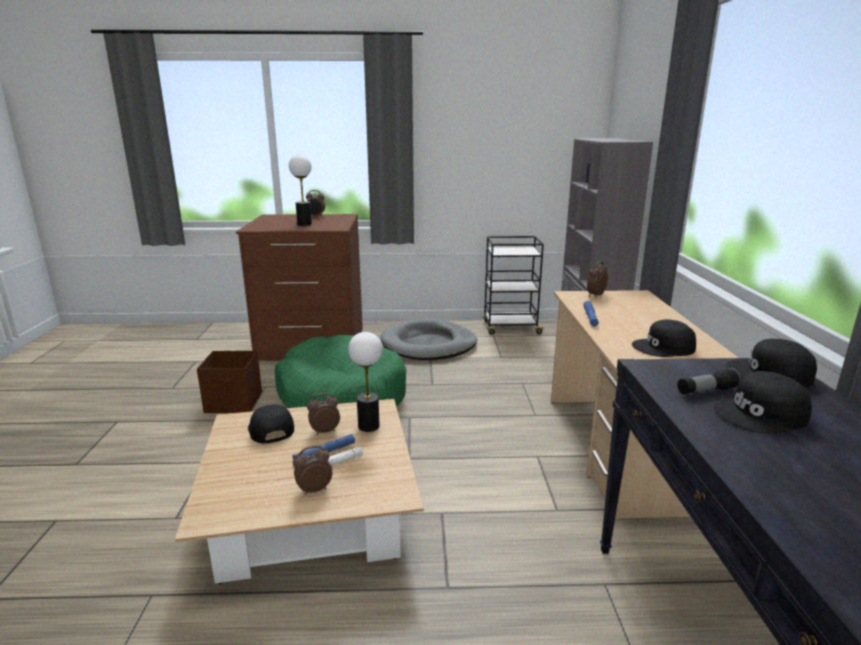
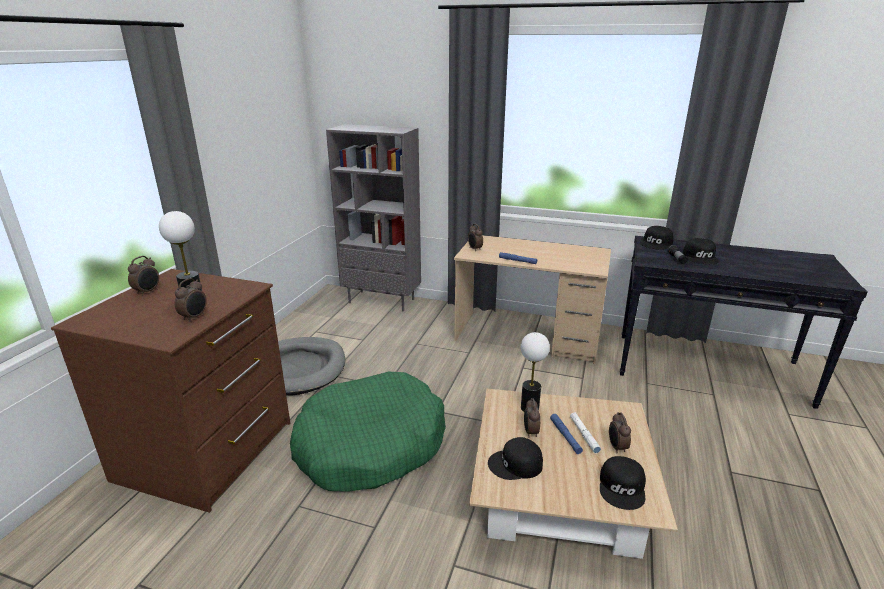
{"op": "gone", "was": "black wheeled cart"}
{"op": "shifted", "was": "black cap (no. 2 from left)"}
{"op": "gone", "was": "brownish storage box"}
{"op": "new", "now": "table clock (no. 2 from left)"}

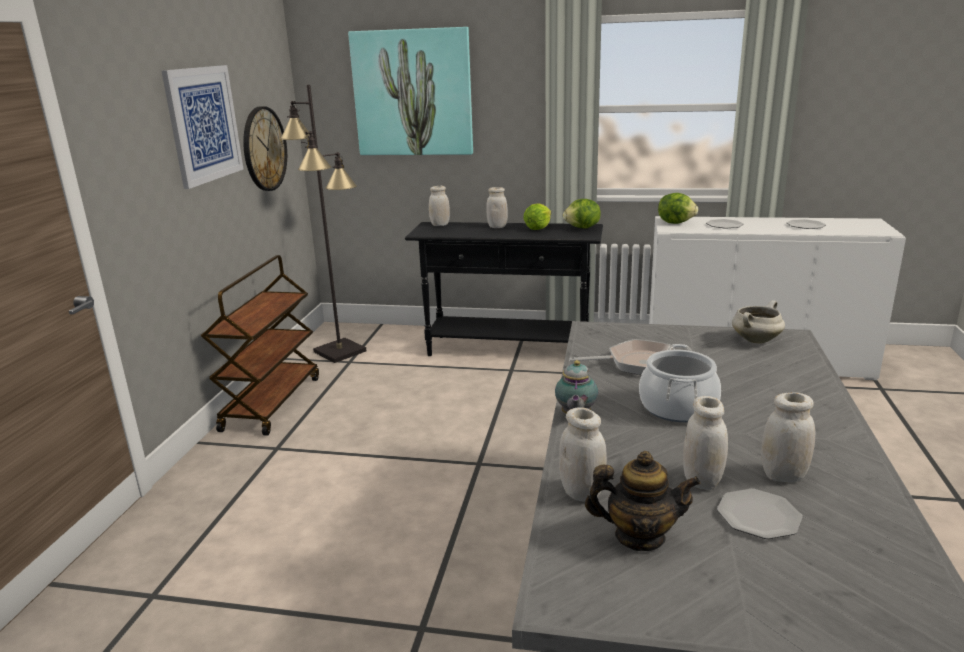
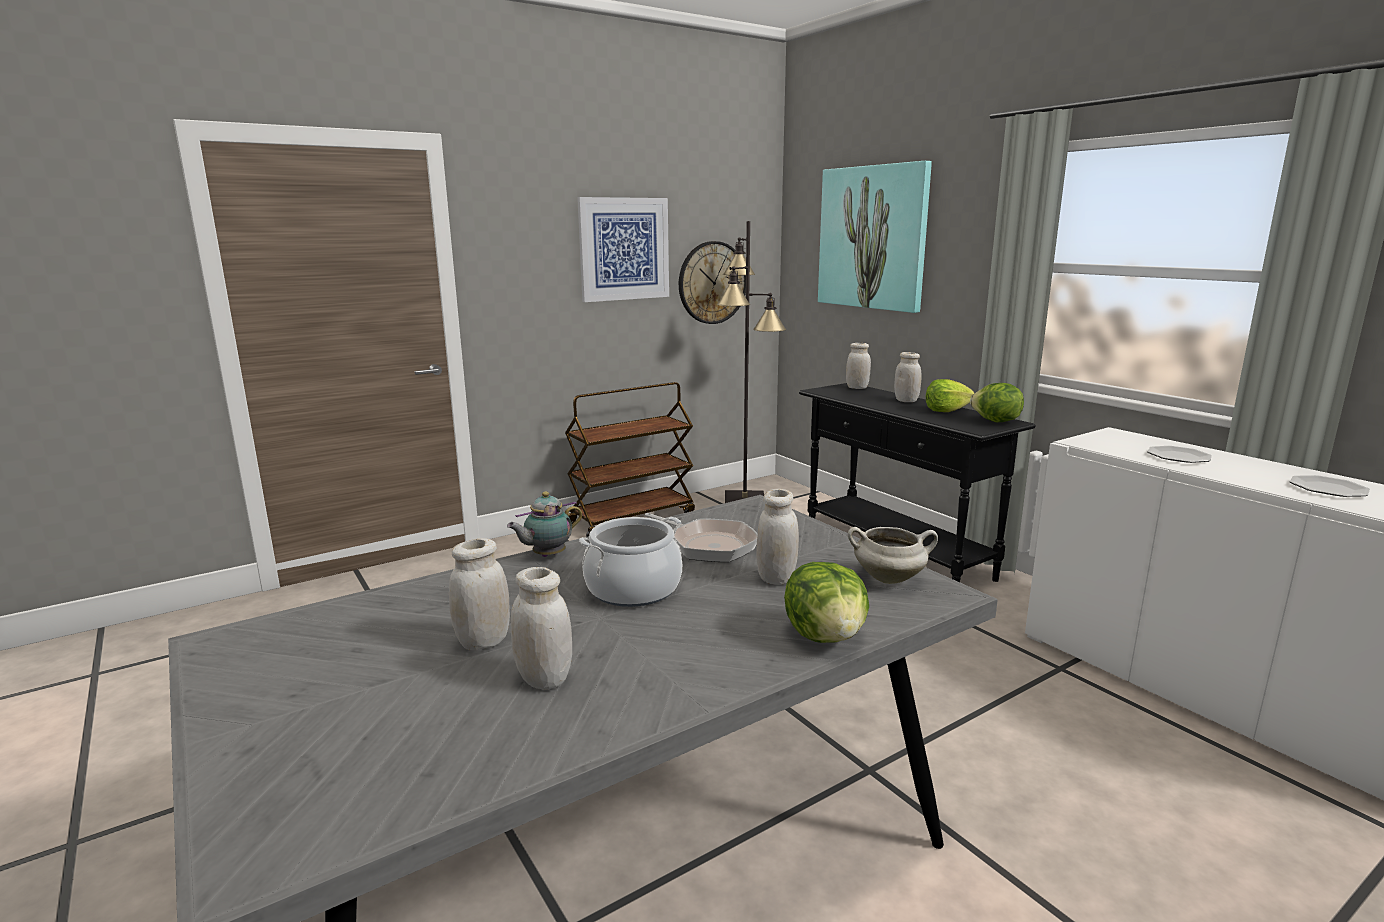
{"op": "shifted", "was": "lettuce (no. 3 from left in the first image)", "now": "lettuce (no. 1 from left)"}
{"op": "shifted", "was": "white-coloured jar (no. 3 from left)"}
{"op": "gone", "was": "tea pot (no. 2 from left)"}
{"op": "gone", "was": "plate (no. 2 from left)"}

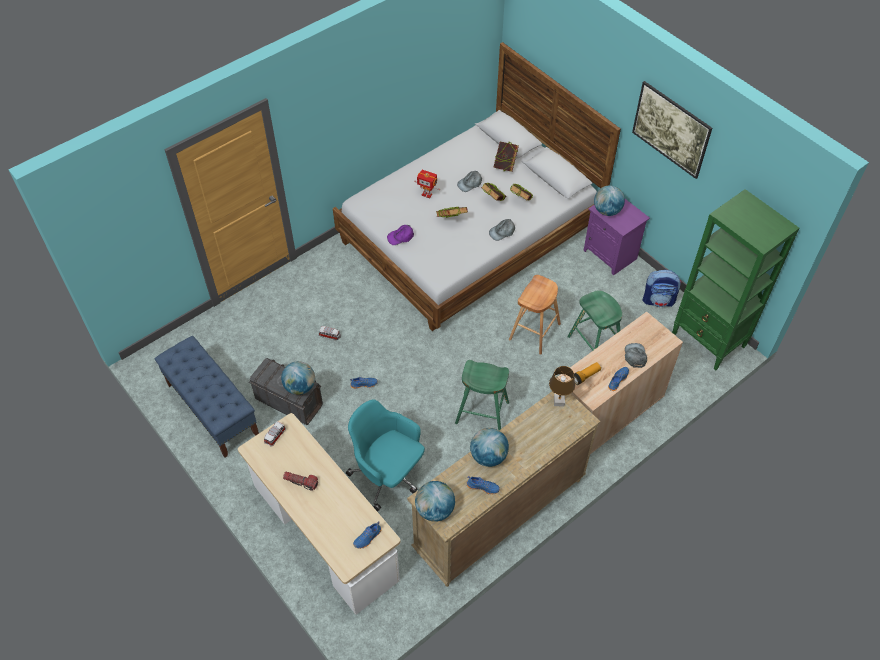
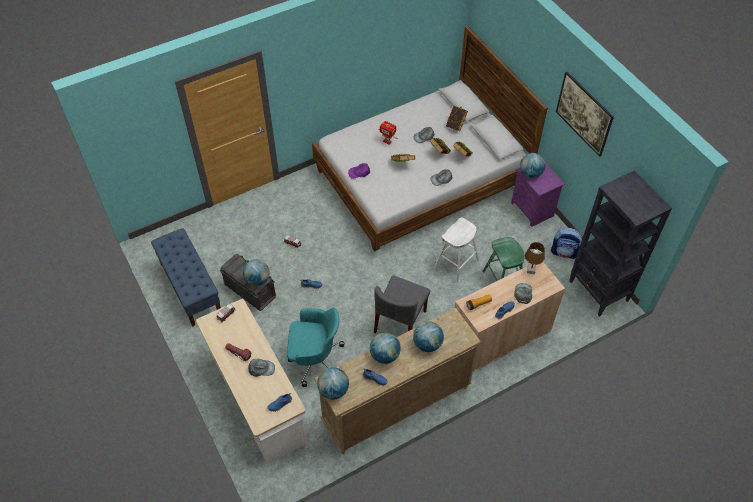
{"op": "repainted", "was": "greenish bookcase", "now": "black bookcase"}
{"op": "repainted", "was": "brownish stool", "now": "white-coloured stool"}
{"op": "swapped", "was": "greenish stool (no. 1 from left)", "now": "gray upright chair"}
{"op": "shifted", "was": "brownish lamp for a table"}
{"op": "rotated", "was": "blue-green desk chair", "clockwise": 135}
{"op": "new", "now": "desk globe (no. 4 from left)"}
{"op": "new", "now": "gray cap (no. 1 from left)"}

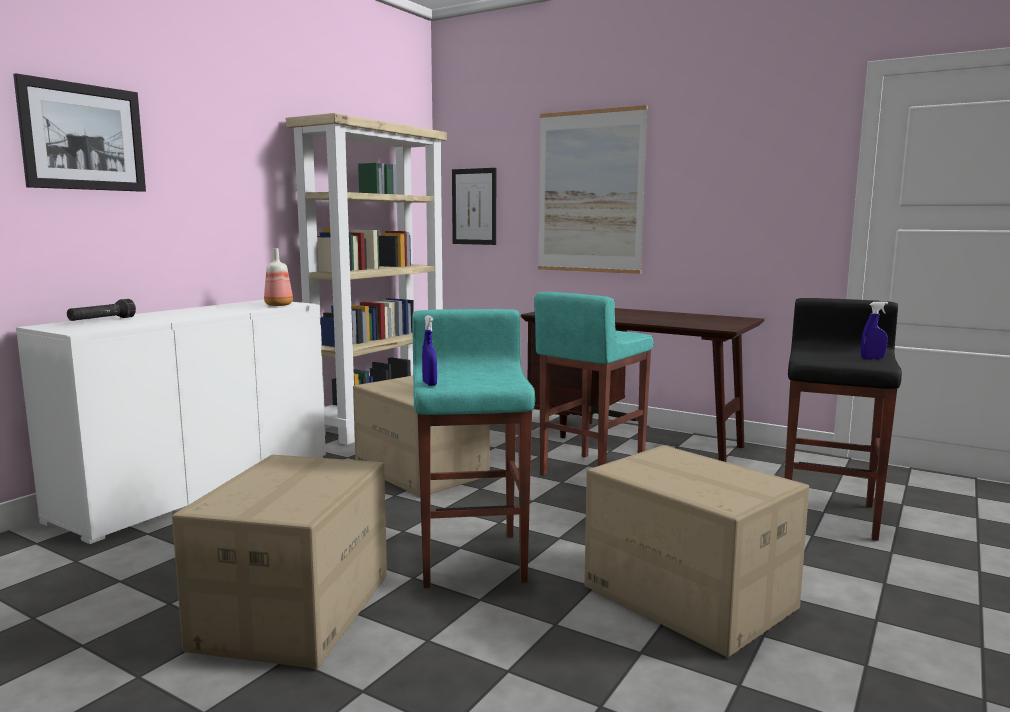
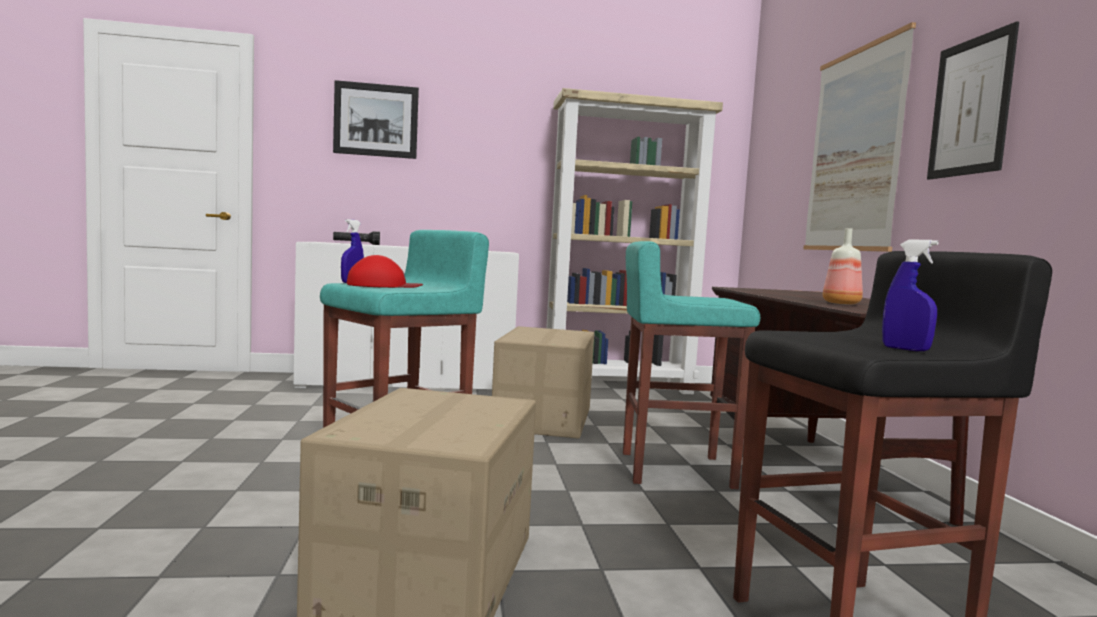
{"op": "shifted", "was": "wall picture (no. 2 from left in the first image)", "now": "wall picture (no. 3 from left)"}
{"op": "shifted", "was": "bottle"}
{"op": "gone", "was": "packing box (no. 1 from left)"}
{"op": "new", "now": "red cap"}

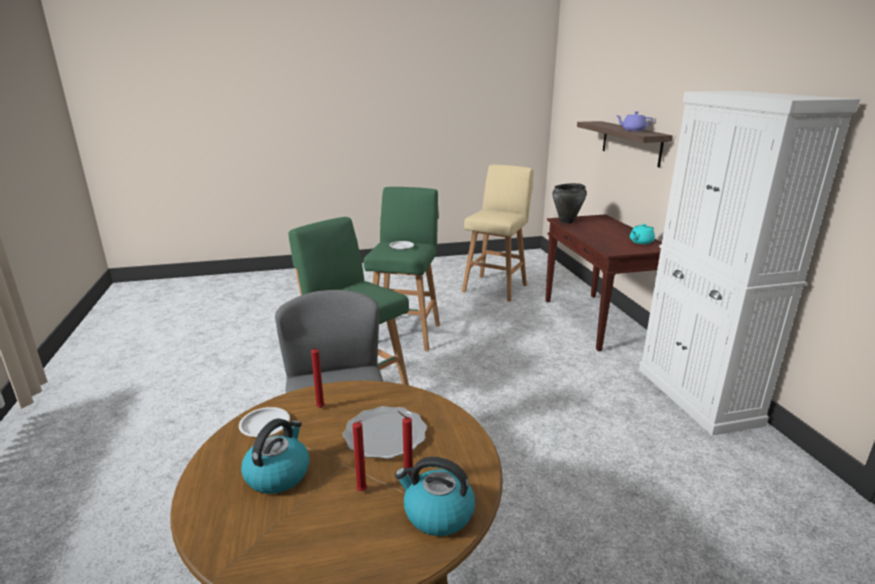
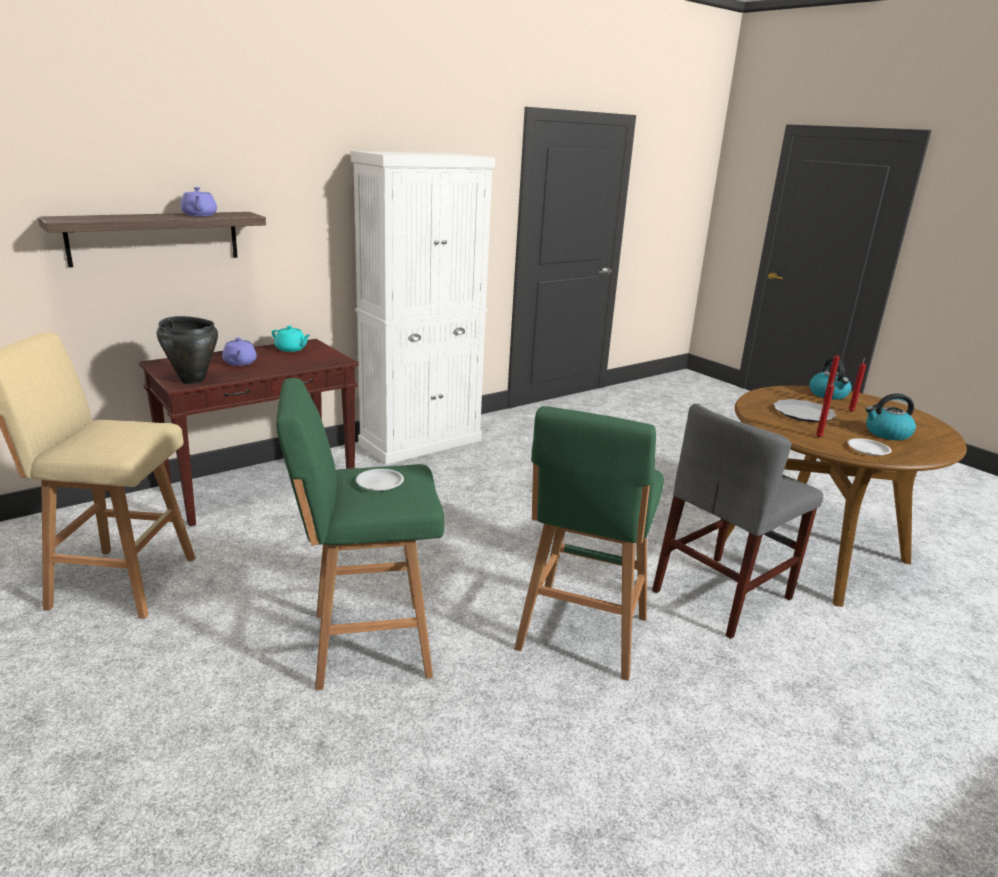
{"op": "new", "now": "purplish tea pot (no. 2 from left)"}

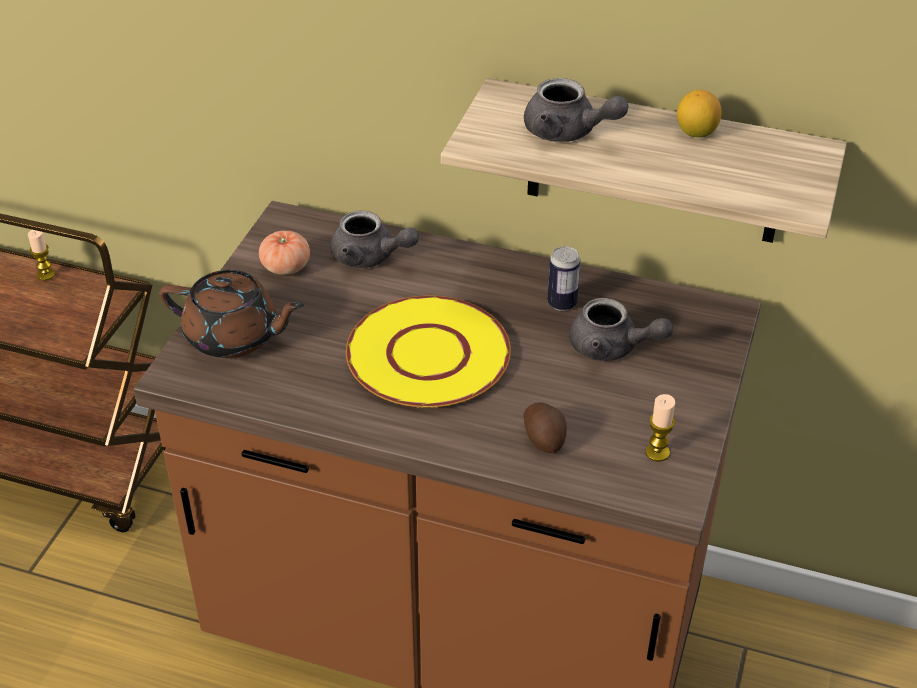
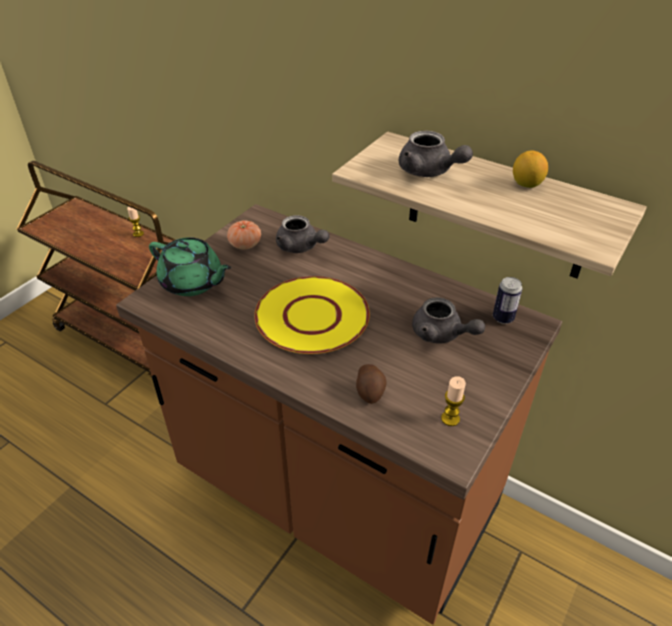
{"op": "shifted", "was": "can"}
{"op": "repainted", "was": "brownish tea pot", "now": "greenish tea pot"}

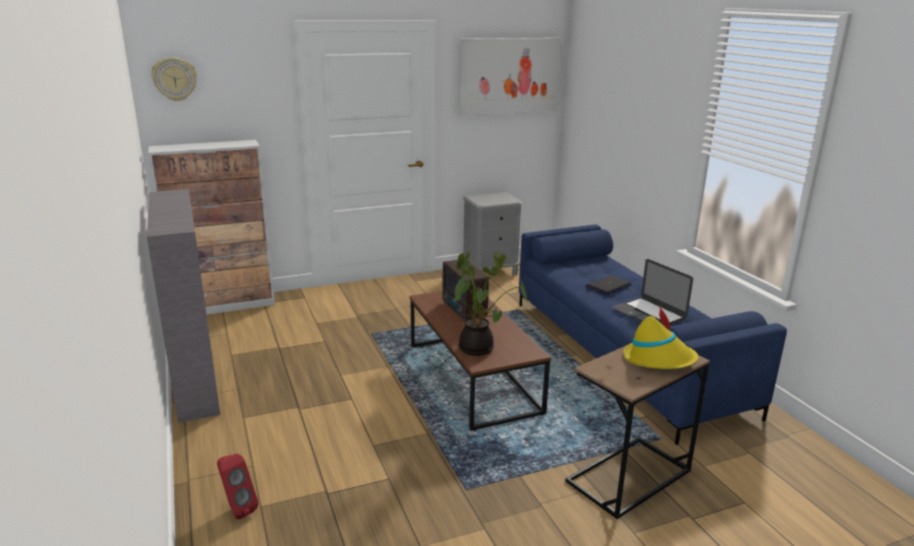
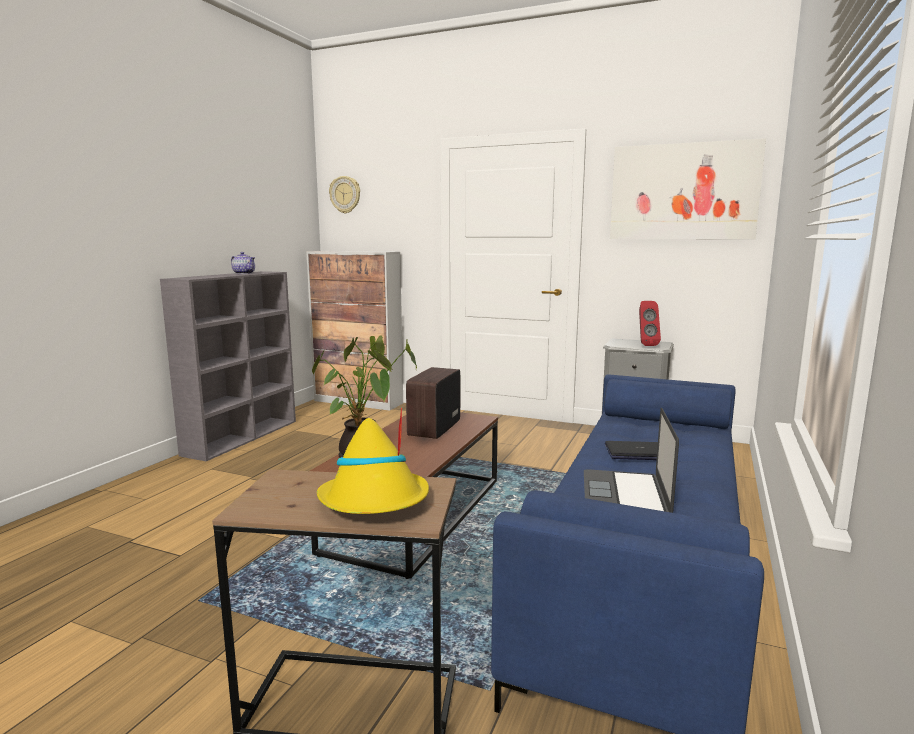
{"op": "shifted", "was": "red loudspeaker"}
{"op": "new", "now": "tea pot"}

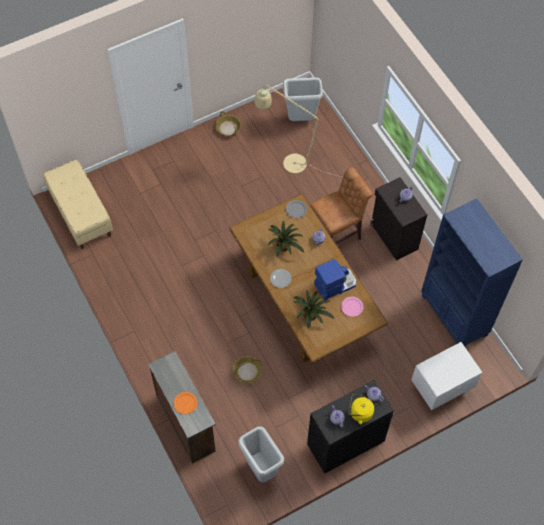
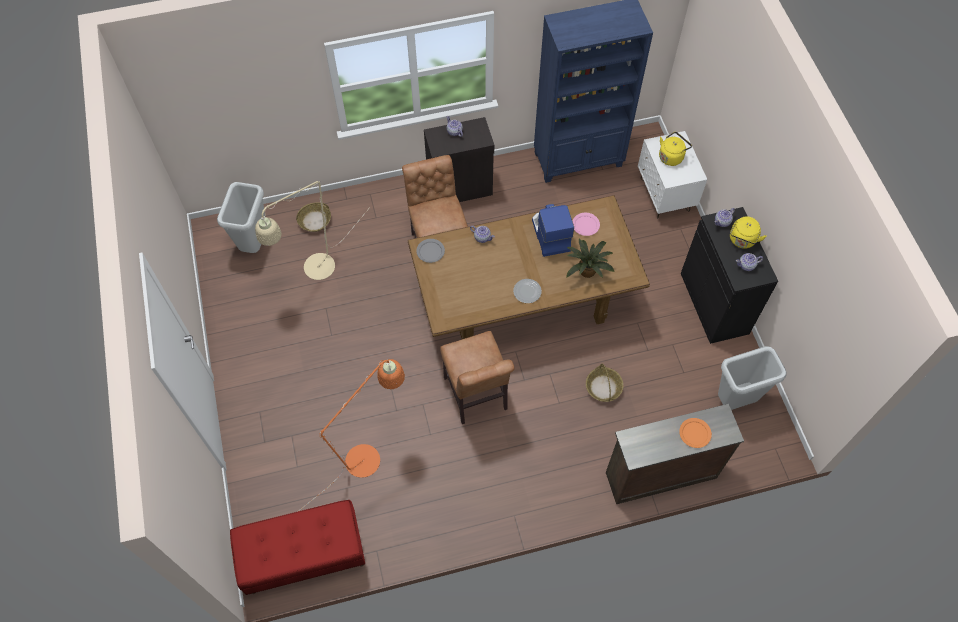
{"op": "shifted", "was": "household basket (no. 1 from left)"}
{"op": "repainted", "was": "sand-coloured long seat", "now": "red long seat"}
{"op": "gone", "was": "potted plant (no. 1 from left)"}
{"op": "new", "now": "yellowish kettle (no. 1 from left)"}
{"op": "new", "now": "brownish upright chair (no. 2 from left)"}
{"op": "new", "now": "orangey standard lamp"}

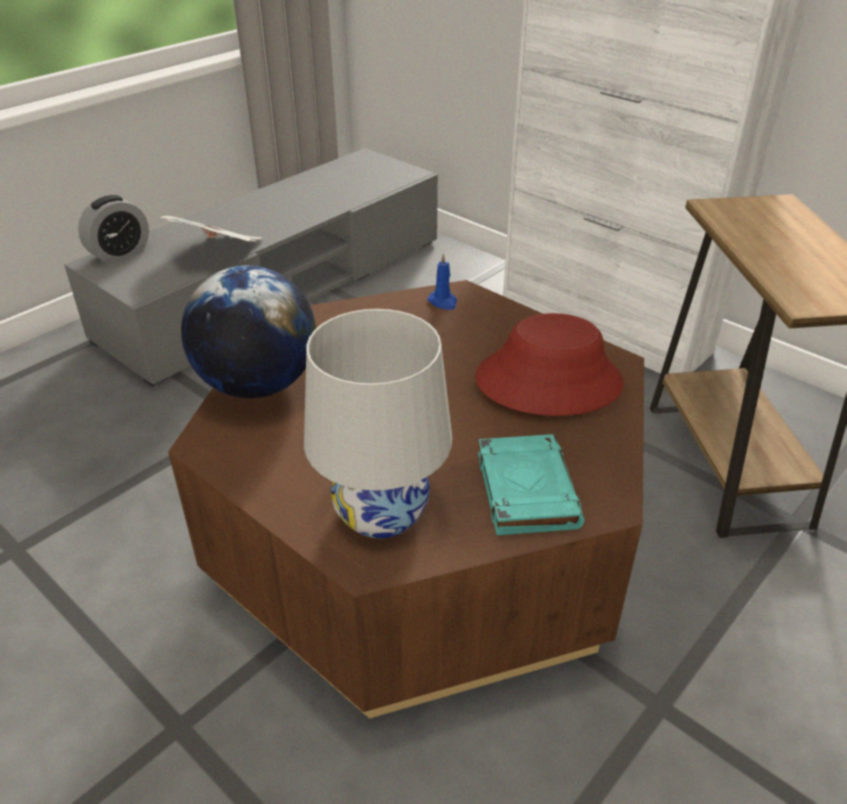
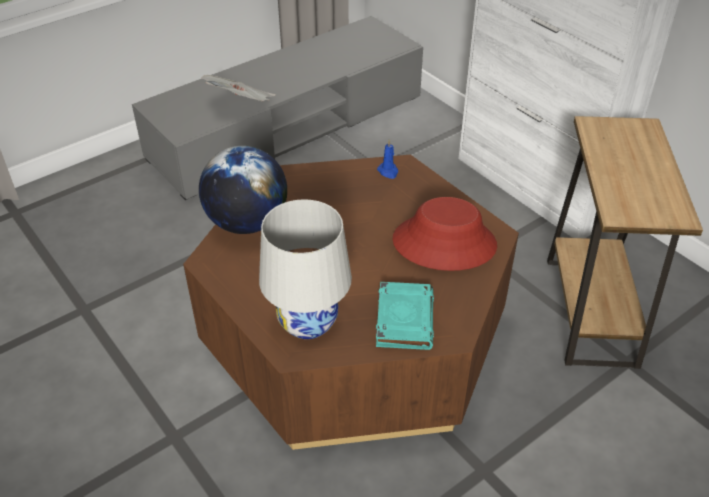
{"op": "gone", "was": "table clock"}

